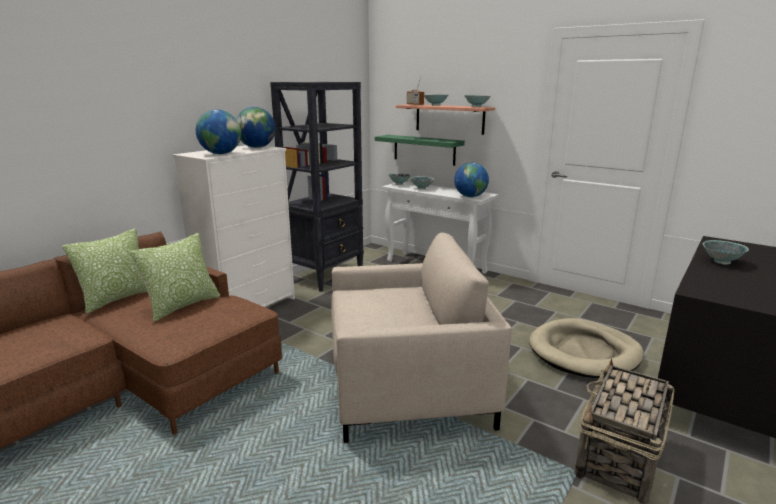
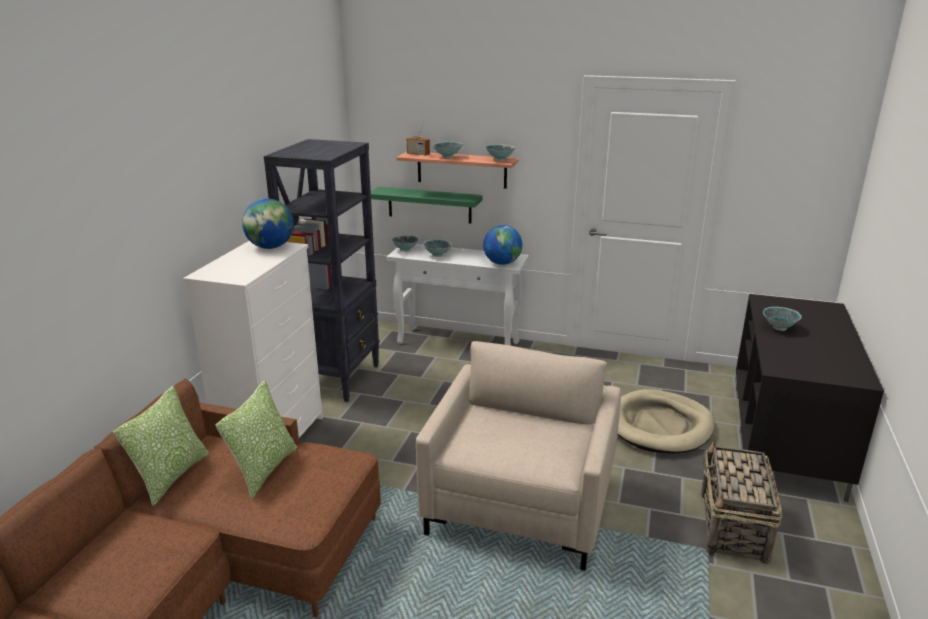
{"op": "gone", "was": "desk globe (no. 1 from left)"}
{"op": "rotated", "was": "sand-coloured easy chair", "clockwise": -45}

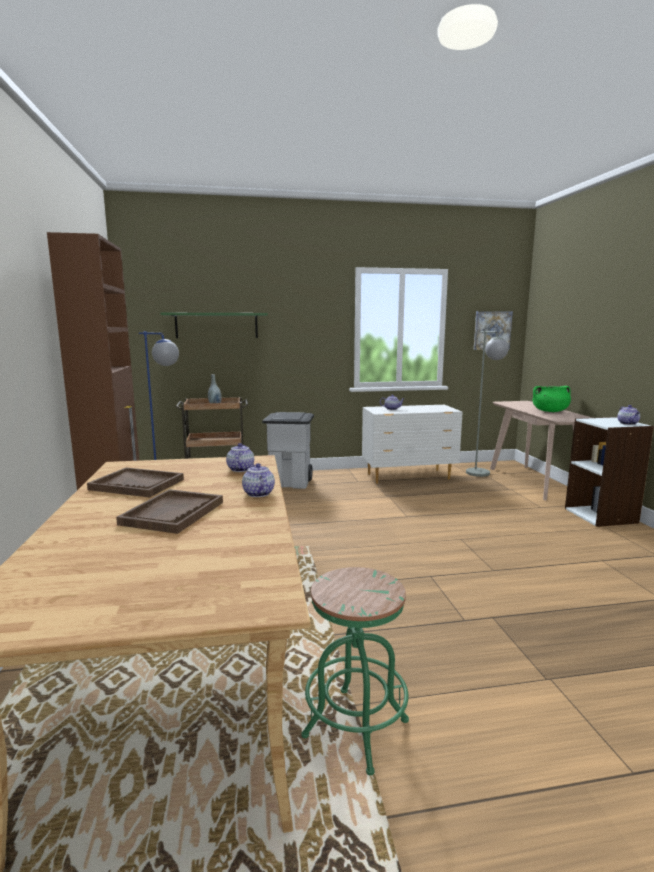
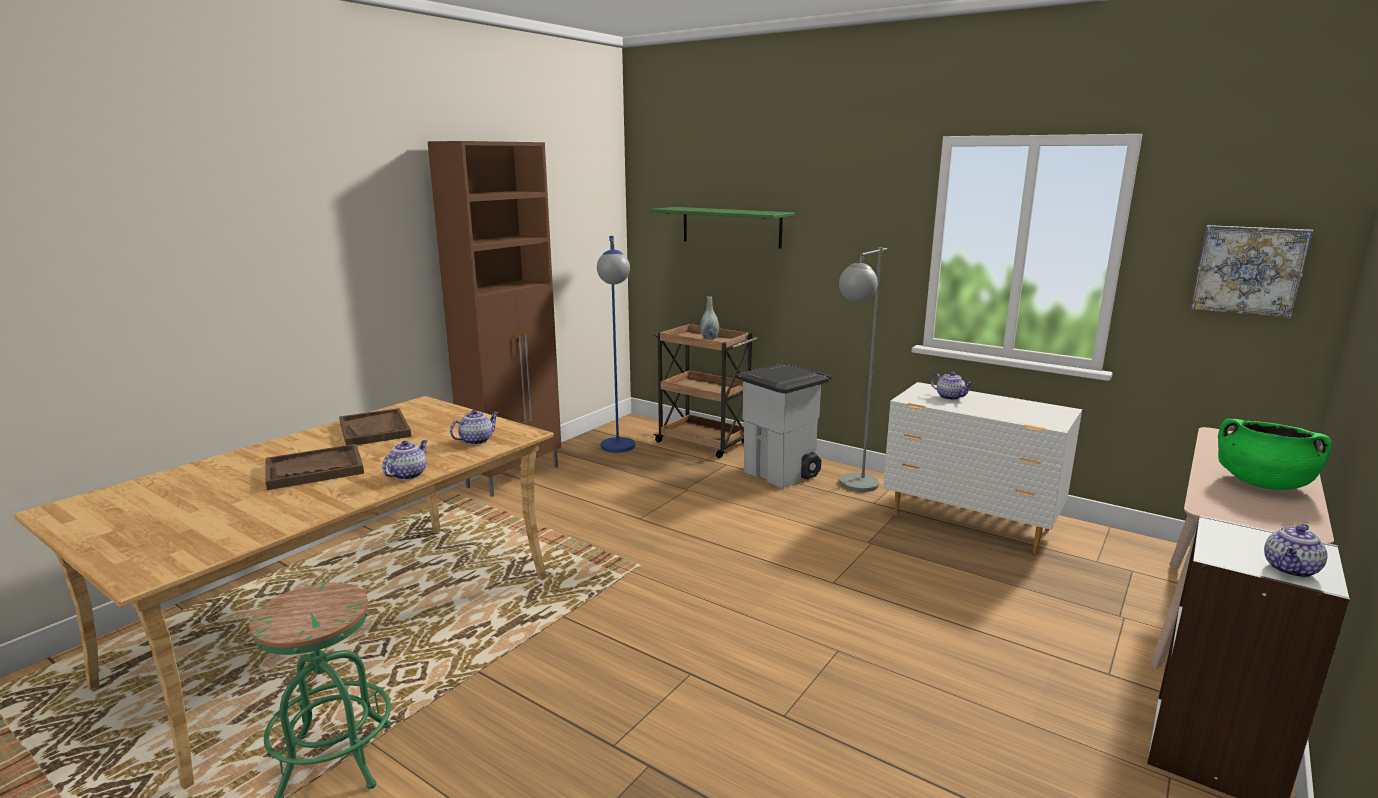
{"op": "shifted", "was": "gray standard lamp"}

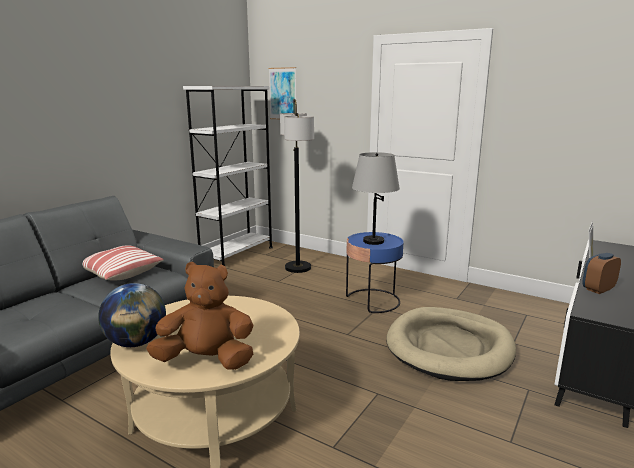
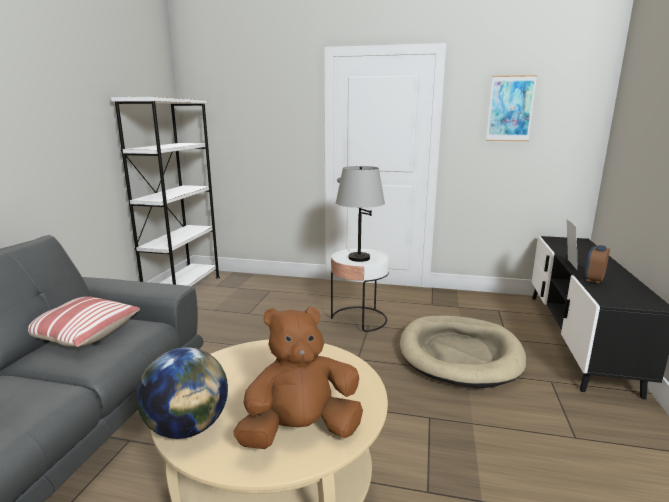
{"op": "shifted", "was": "wall picture"}
{"op": "gone", "was": "standard lamp"}
{"op": "repainted", "was": "bluish side table", "now": "white-coloured side table"}

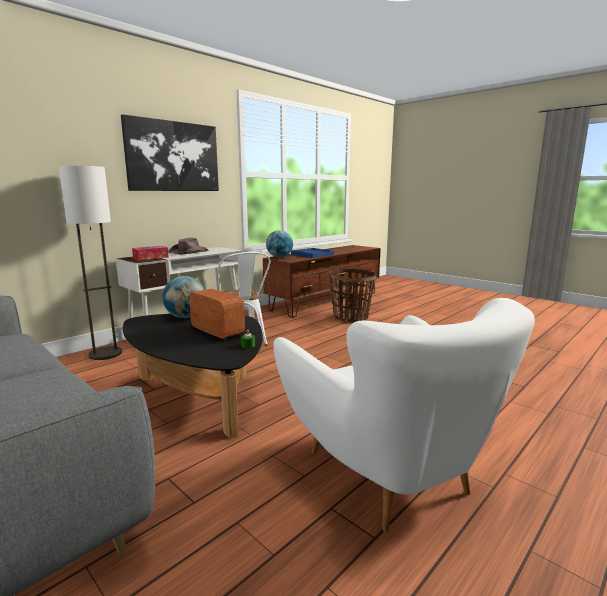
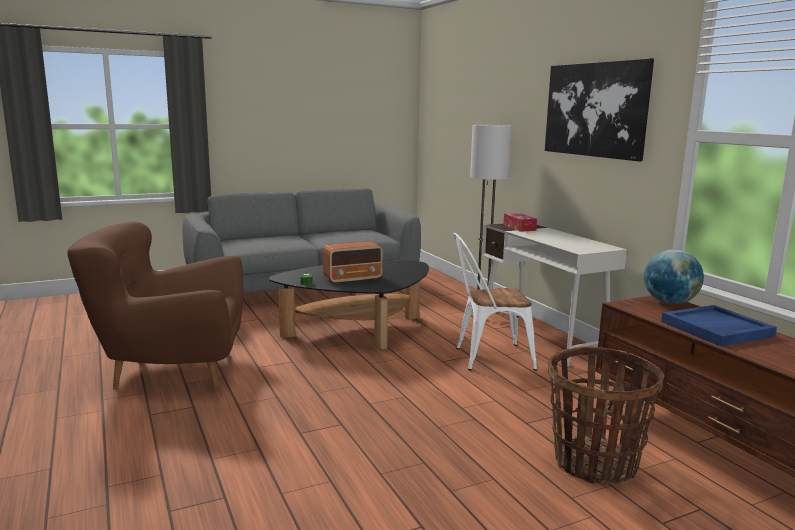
{"op": "gone", "was": "brownish clothing hat"}
{"op": "gone", "was": "desk globe (no. 1 from left)"}
{"op": "repainted", "was": "white-coloured easy chair", "now": "brownish easy chair"}

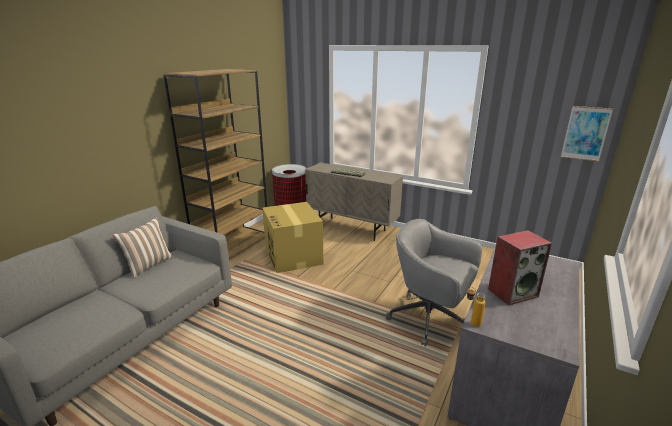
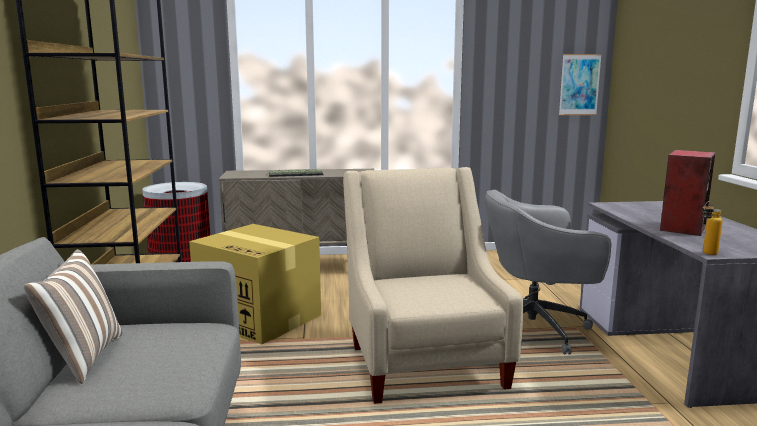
{"op": "new", "now": "sand-coloured easy chair"}

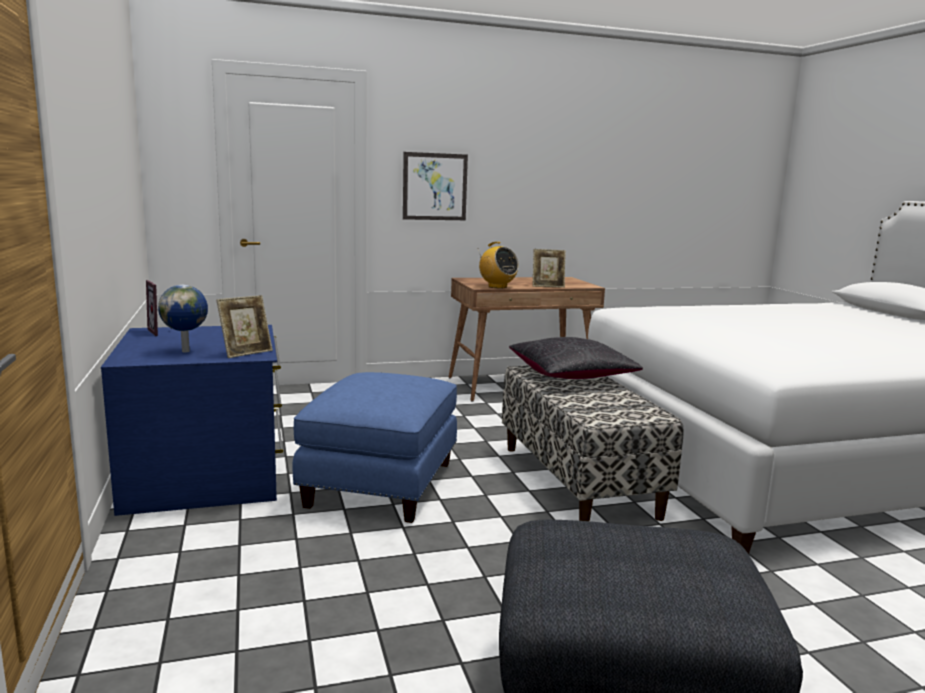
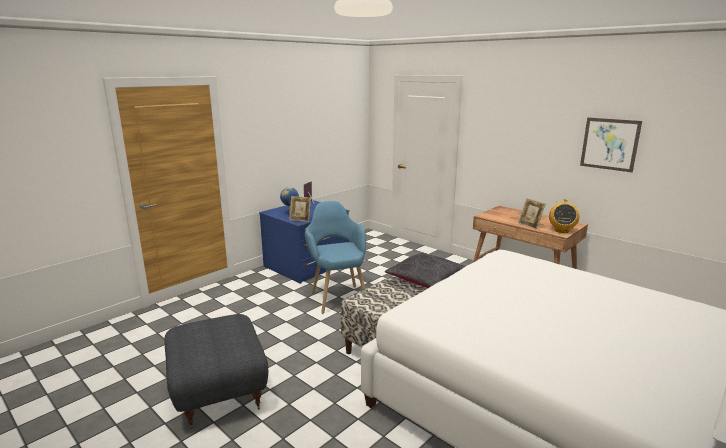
{"op": "shifted", "was": "wall picture"}
{"op": "shifted", "was": "radio"}
{"op": "swapped", "was": "bluish pouffe", "now": "bluish easy chair"}

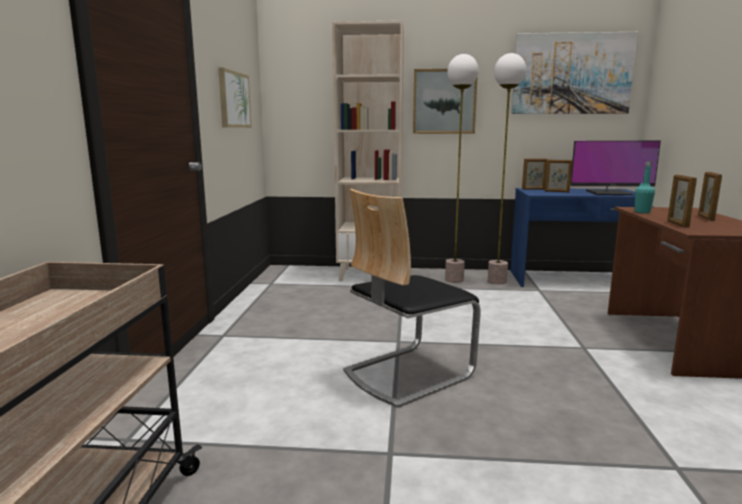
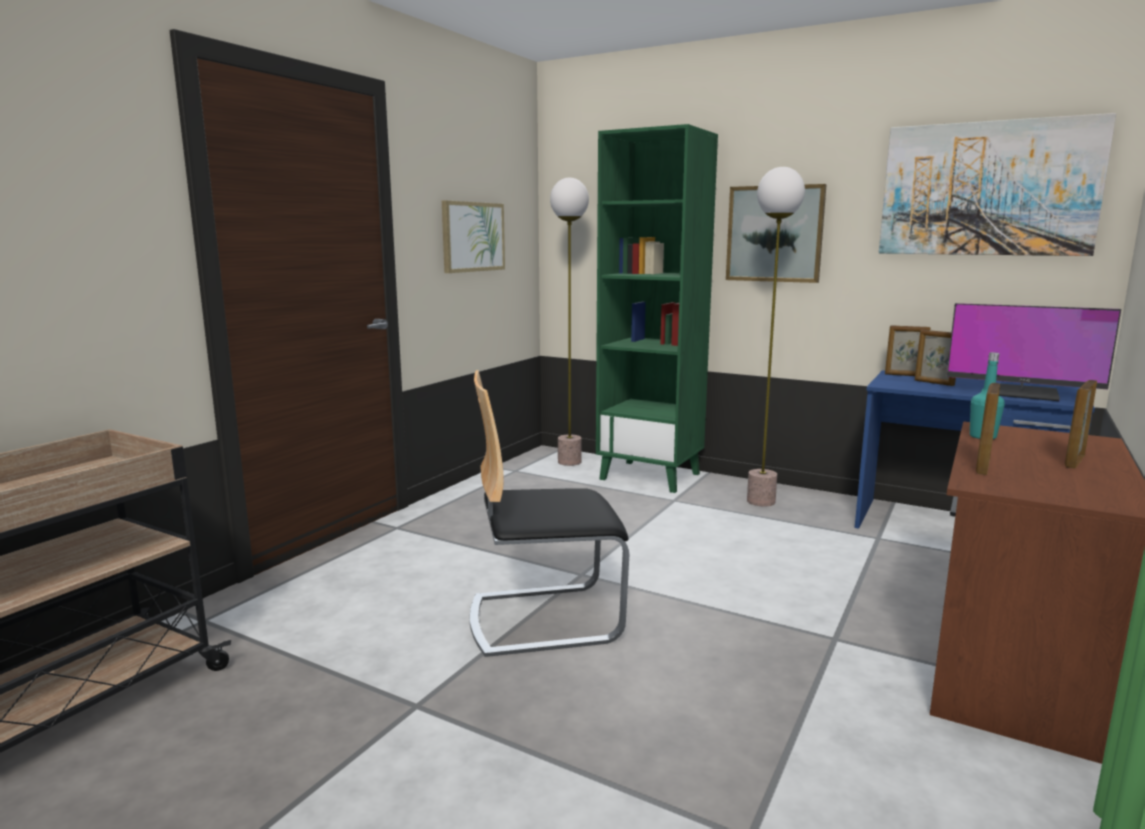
{"op": "repainted", "was": "sand-coloured bookcase", "now": "greenish bookcase"}
{"op": "shifted", "was": "standard lamp (no. 2 from left in the first image)", "now": "standard lamp (no. 1 from left)"}

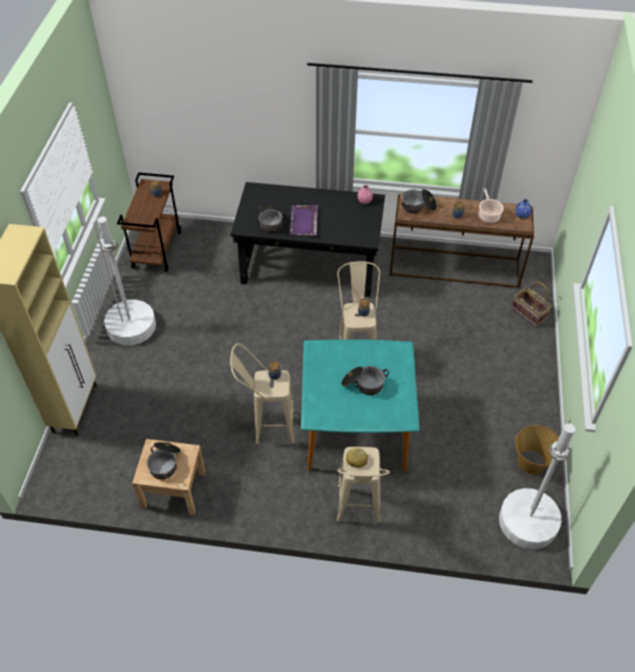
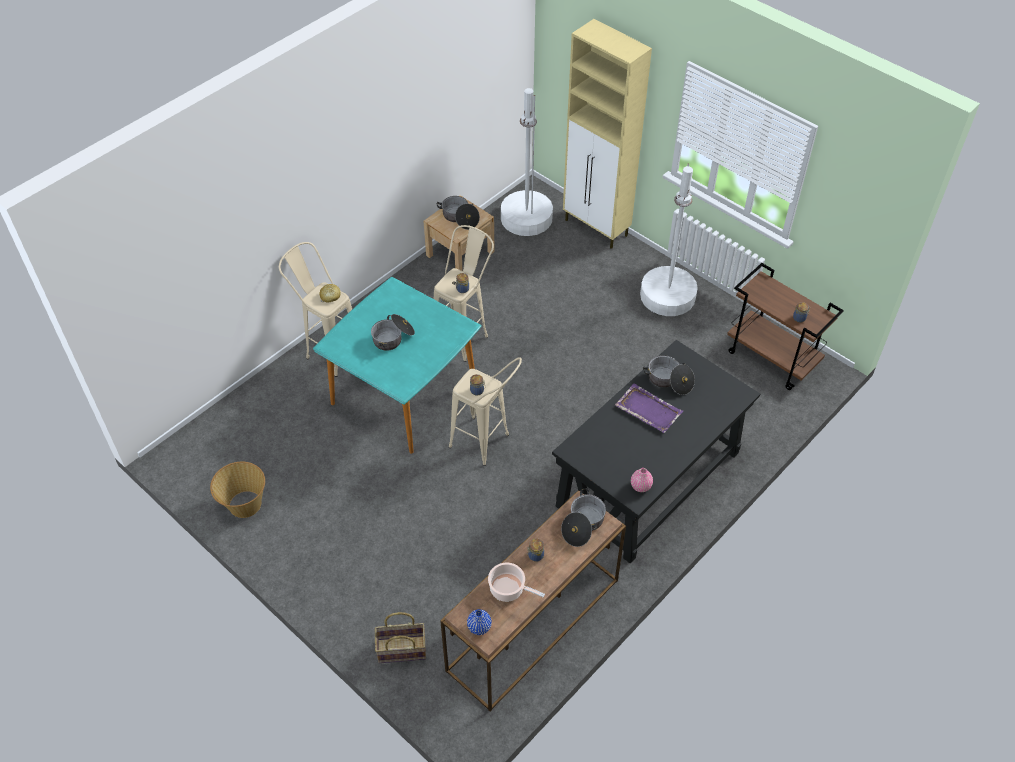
{"op": "shifted", "was": "white-coloured standard lamp (no. 2 from left in the first image)", "now": "white-coloured standard lamp (no. 1 from left)"}

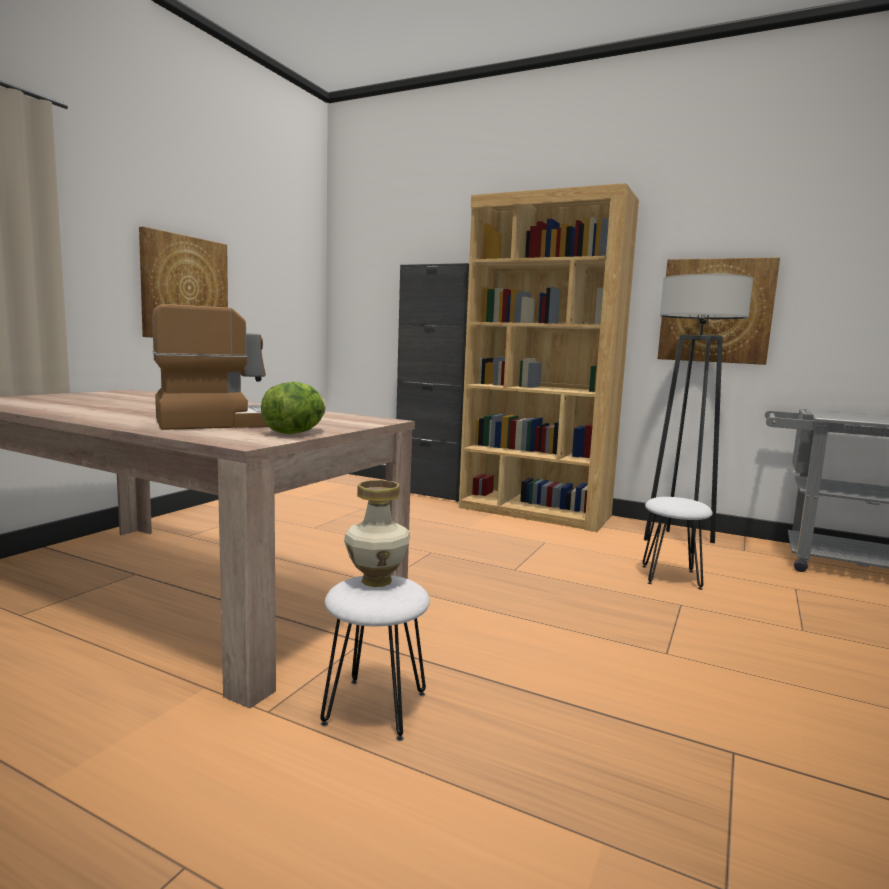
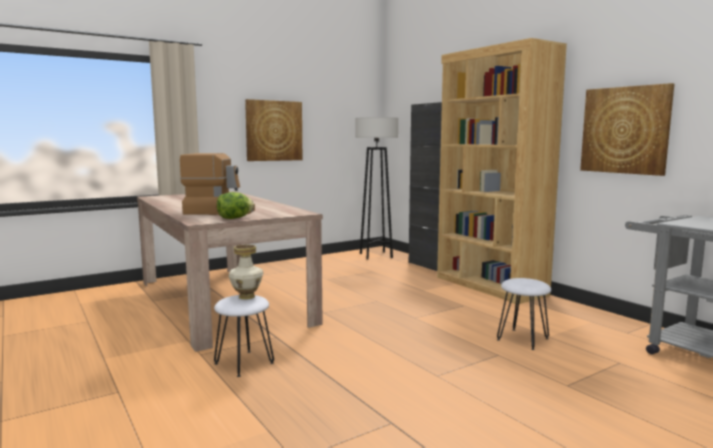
{"op": "shifted", "was": "gray standard lamp"}

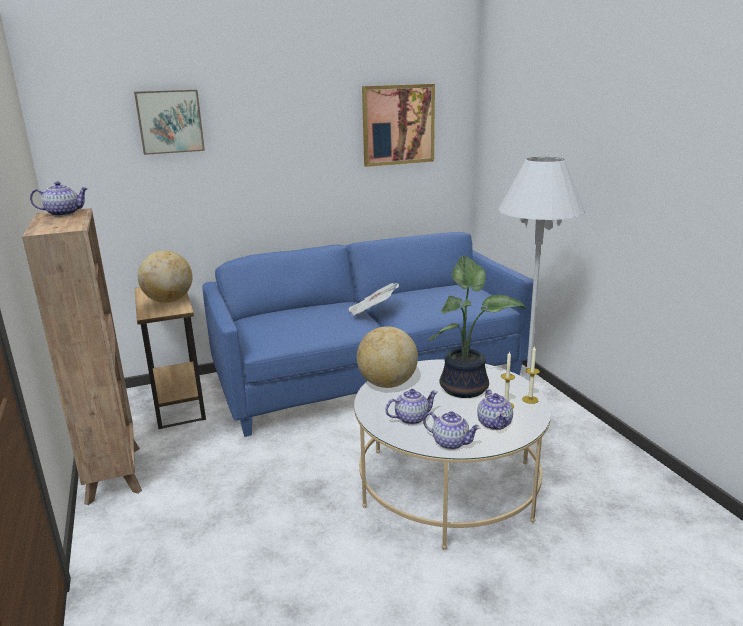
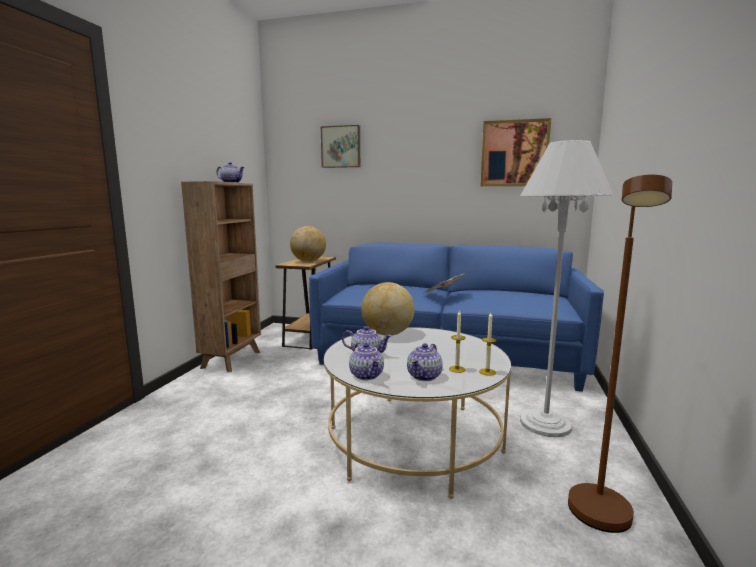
{"op": "gone", "was": "potted plant"}
{"op": "new", "now": "brownish standard lamp"}

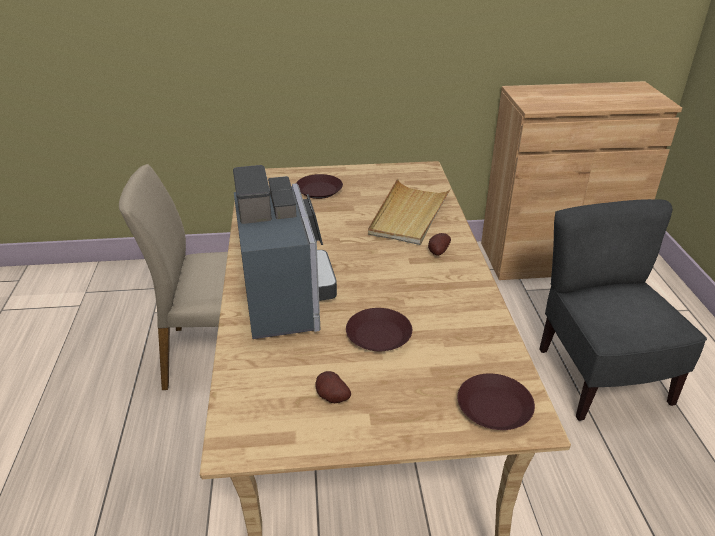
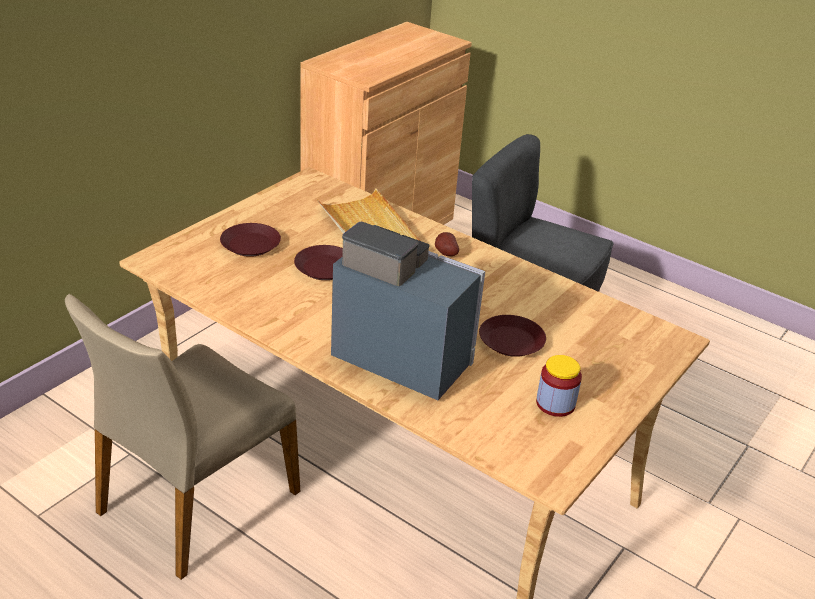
{"op": "swapped", "was": "whole potato (no. 1 from left)", "now": "jar"}
{"op": "shifted", "was": "brownish plate (no. 3 from left in the first image)", "now": "brownish plate (no. 2 from left)"}

